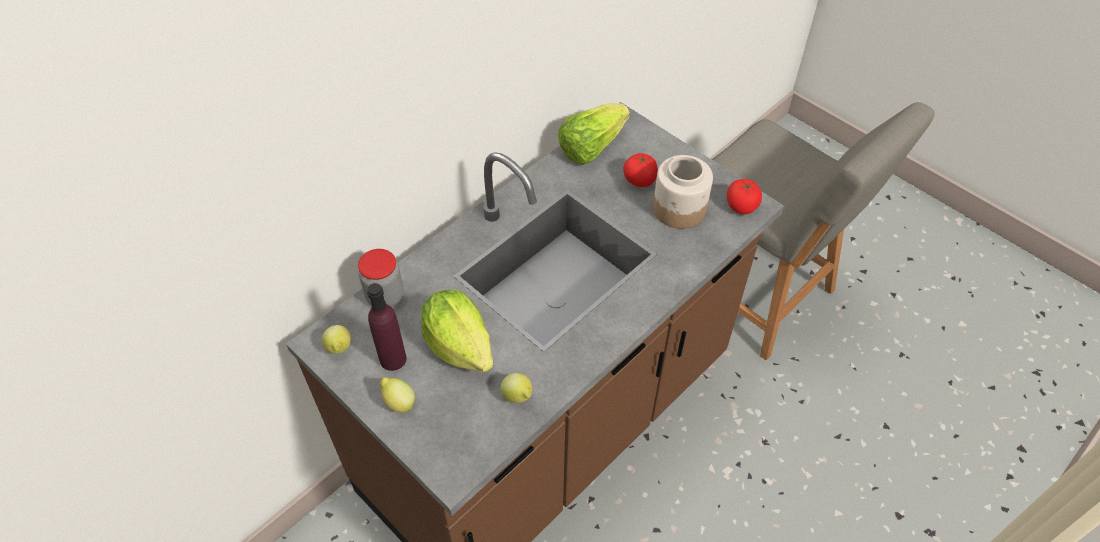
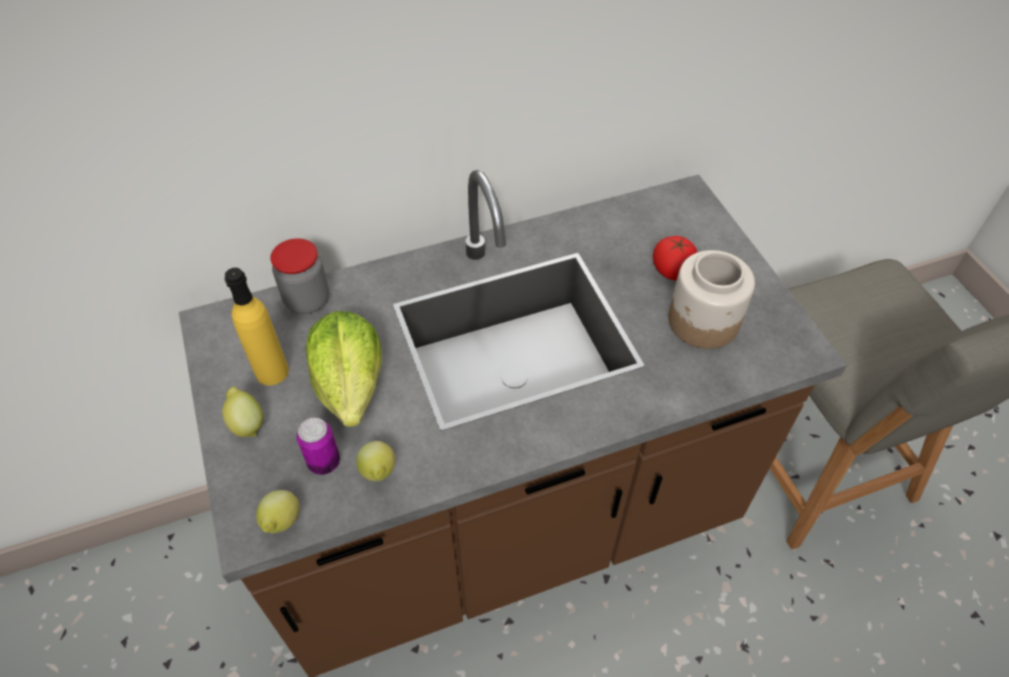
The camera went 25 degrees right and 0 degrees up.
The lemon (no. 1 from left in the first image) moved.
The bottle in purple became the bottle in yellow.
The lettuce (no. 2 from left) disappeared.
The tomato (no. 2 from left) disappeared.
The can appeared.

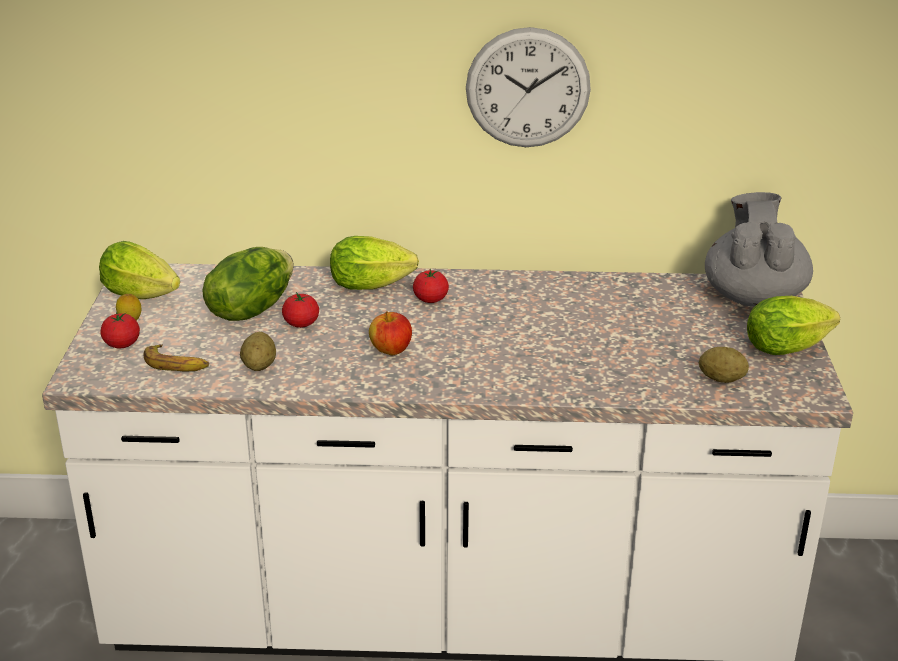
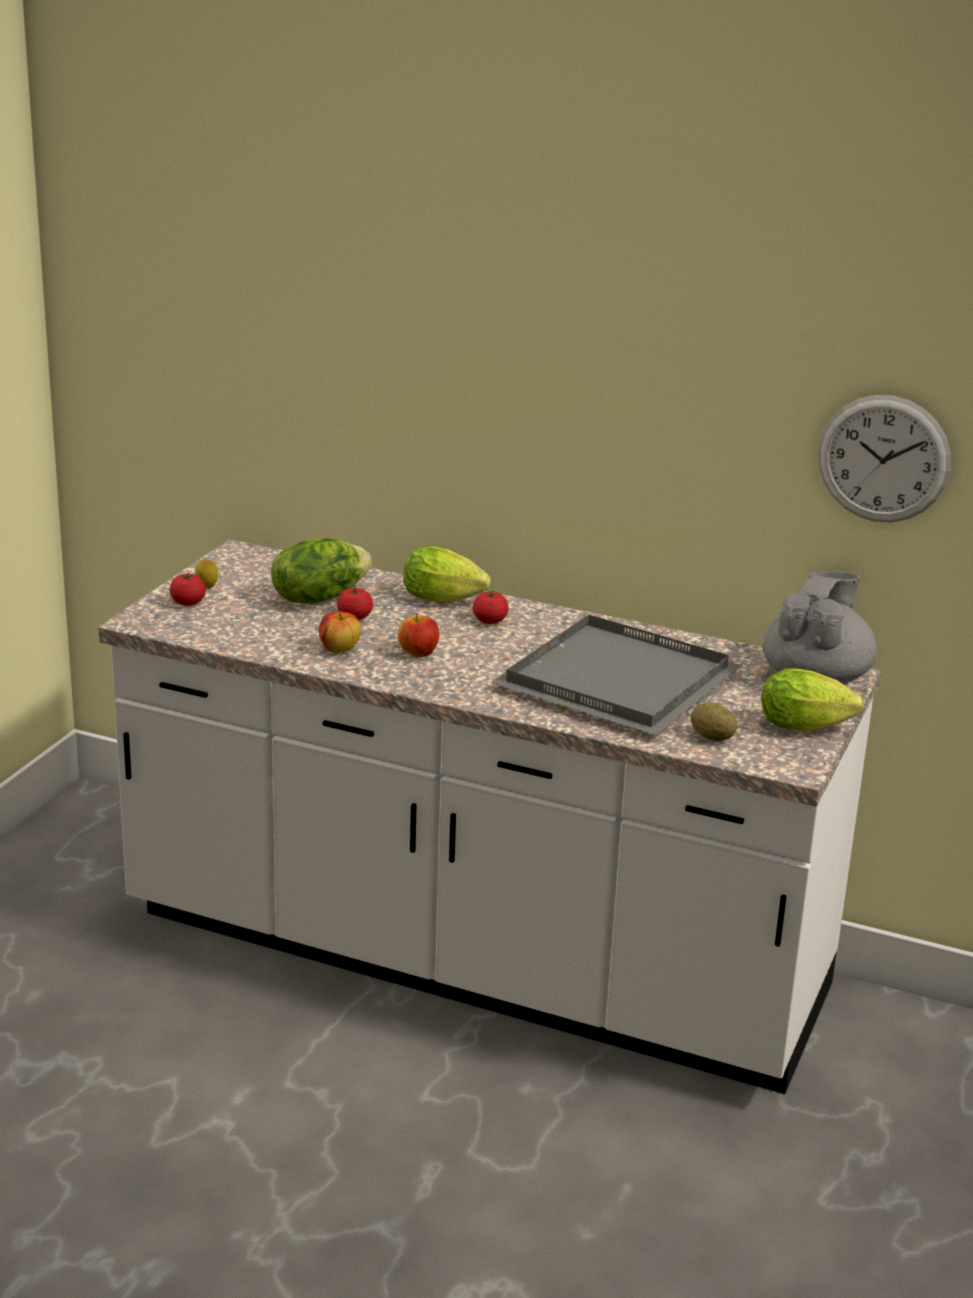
The camera went 20 degrees right and 5 degrees down.
The lettuce (no. 1 from left) disappeared.
The banana disappeared.
The potato (no. 1 from left) disappeared.
The wall clock moved.
The apple (no. 1 from left) appeared.
The tray in grey appeared.

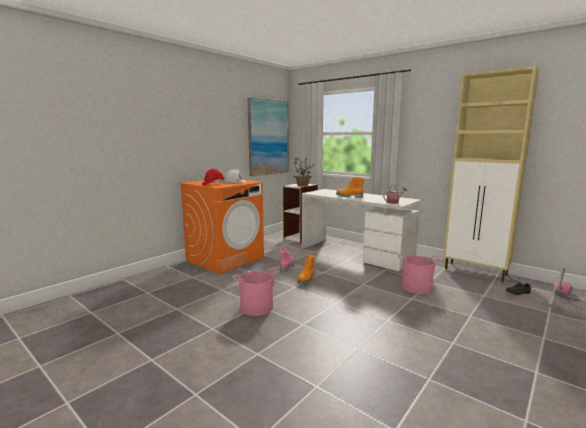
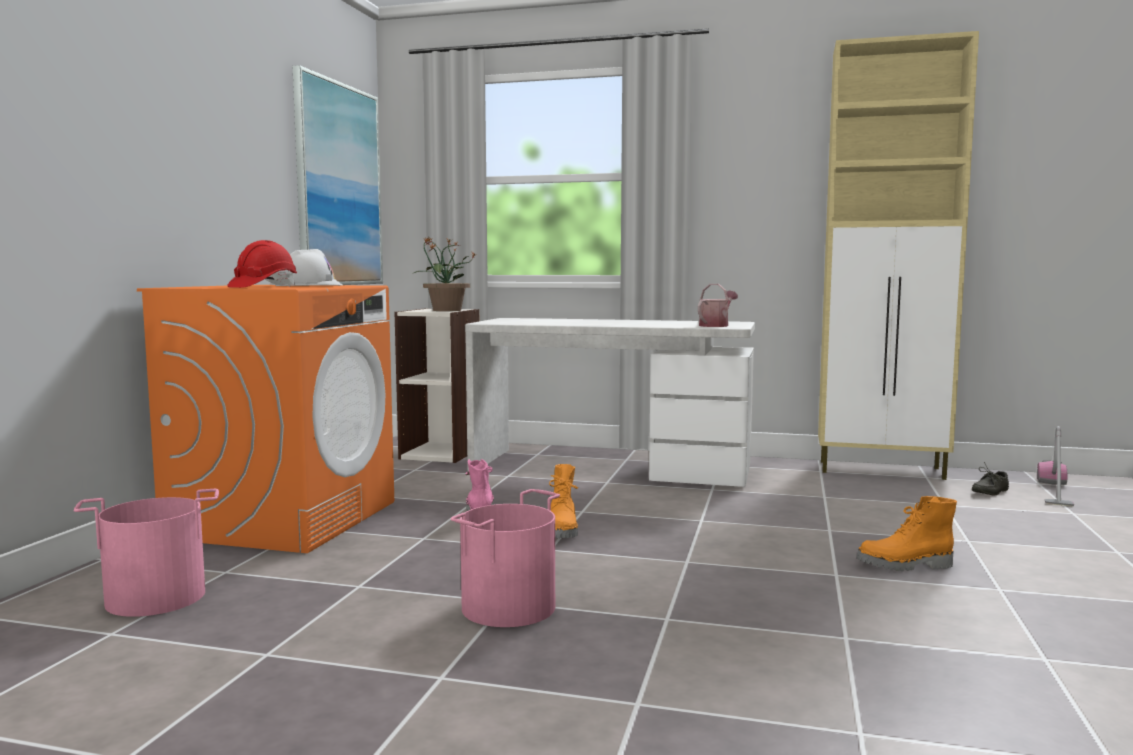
The camera went 25 degrees left and 5 degrees down.
The boot in orange (no. 2 from left) moved.
The bucket in pink (no. 2 from left in the first image) moved.

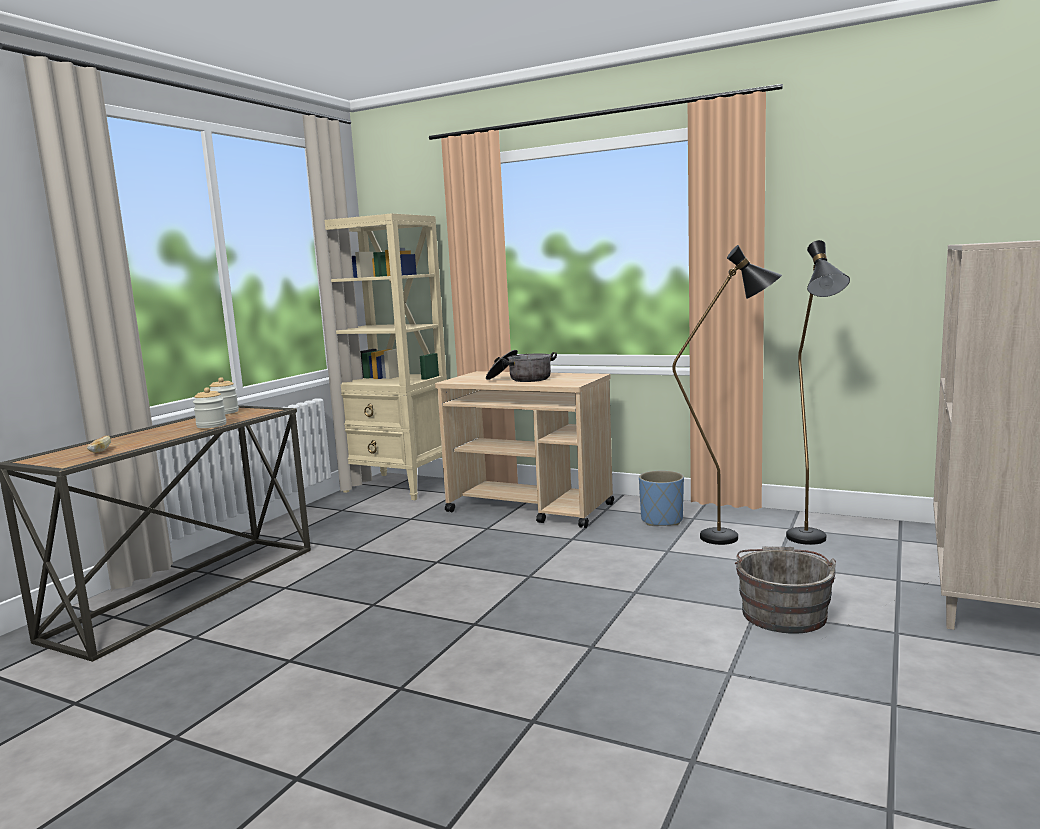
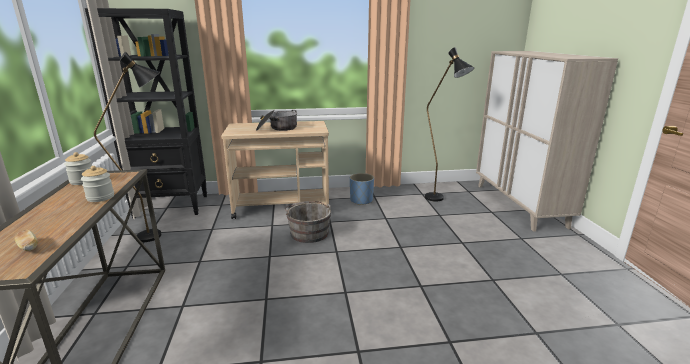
The camera went 35 degrees left and 10 degrees up.
The bookcase in beige became the bookcase in black.
The floor lamp in black (no. 1 from left) moved.
The bucket in grey moved.

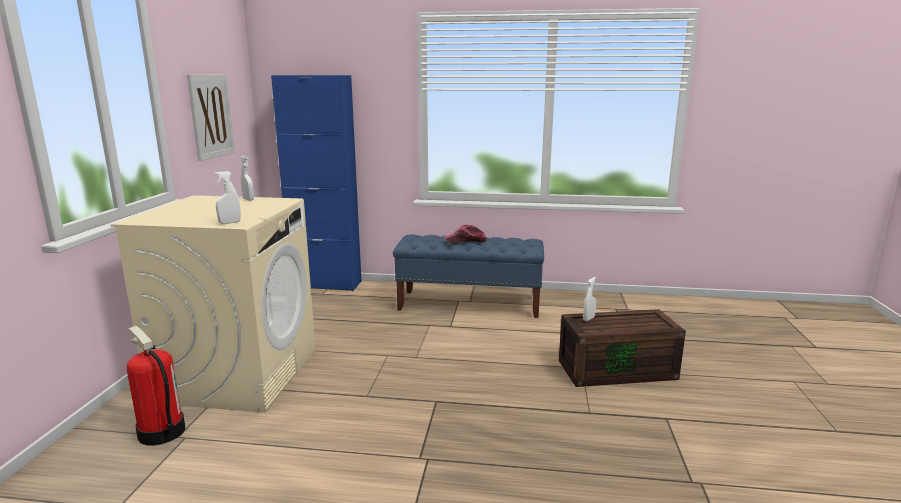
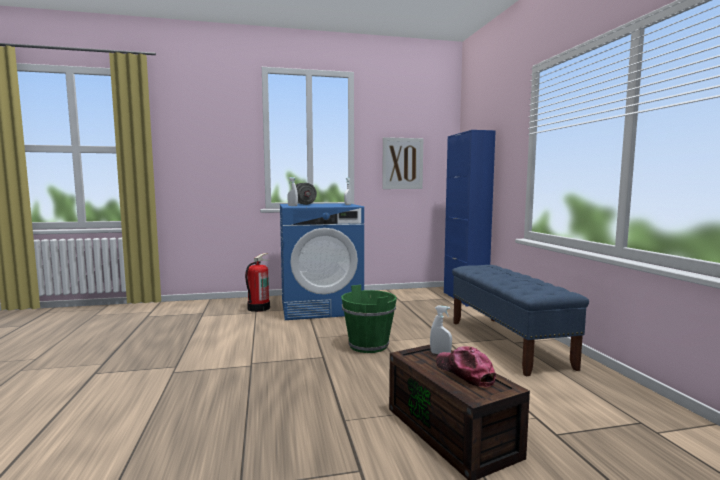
The camera went 70 degrees right and 10 degrees down.
The washing machine in beige became the washing machine in blue.
The cap moved.
The dumbbell in grey appeared.
The bucket in green appeared.

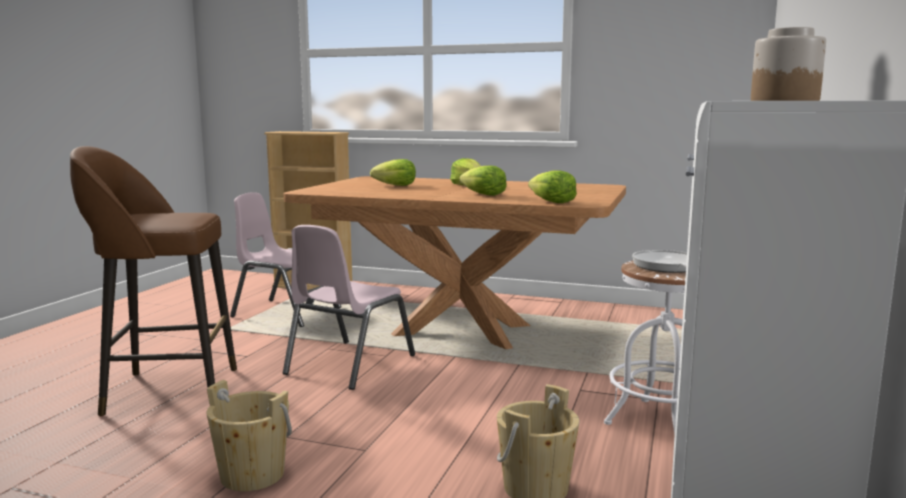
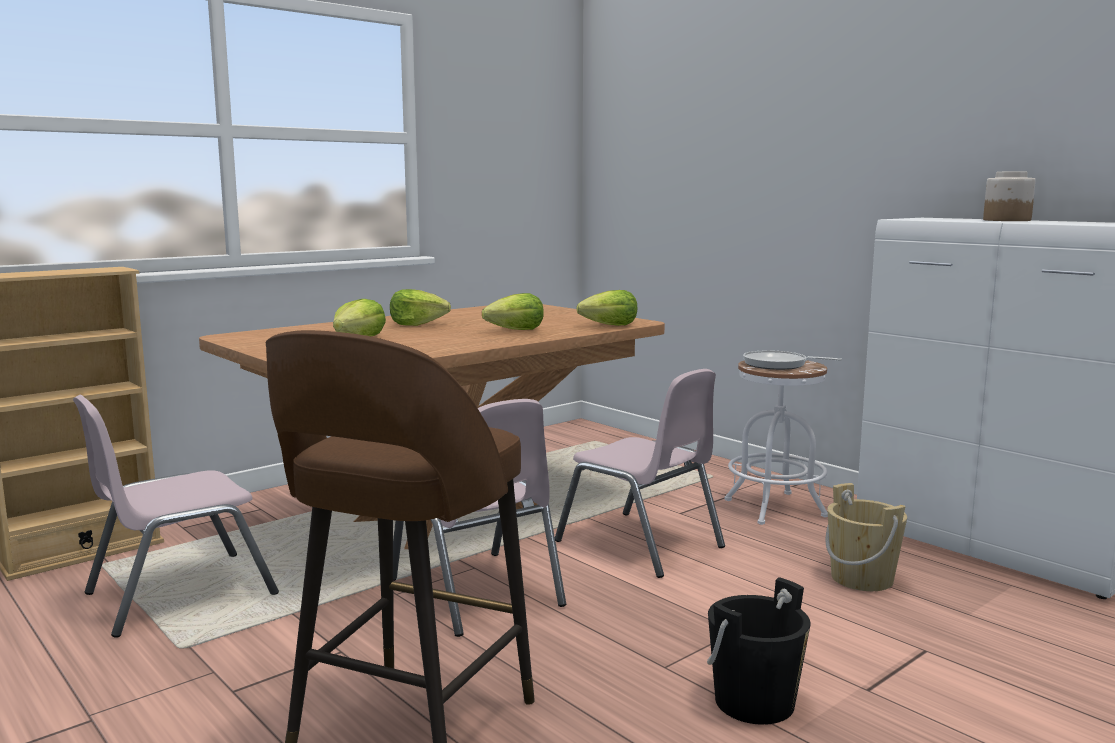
The camera went 60 degrees left and 0 degrees up.
The bucket in beige (no. 1 from left) became the bucket in black.
The chair in pink (no. 3 from left) appeared.

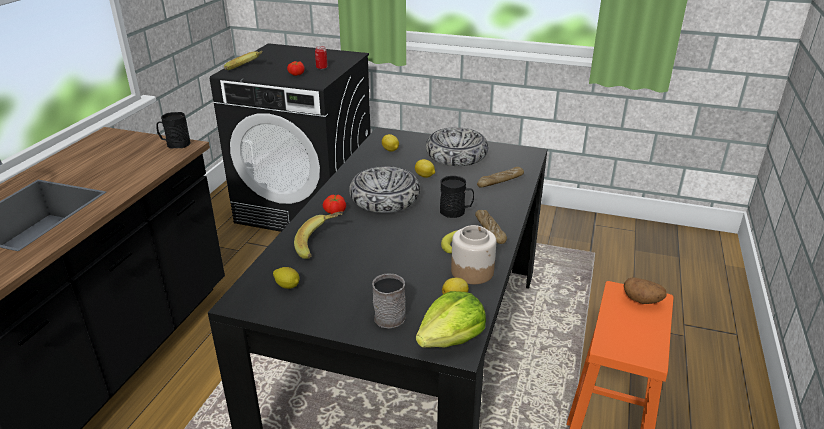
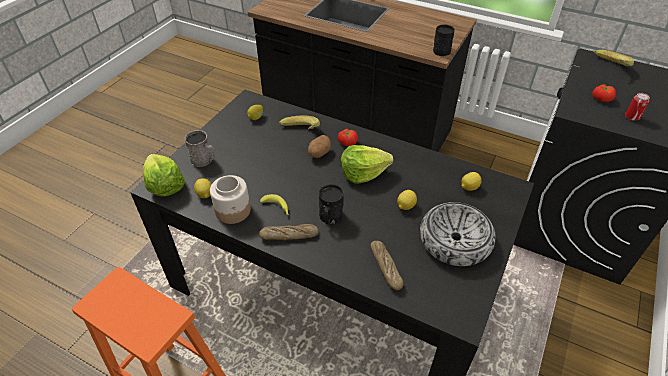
The camera went 100 degrees right and 15 degrees up.
The bowl (no. 1 from left) was replaced by the lettuce (no. 2 from left).
The potato moved.

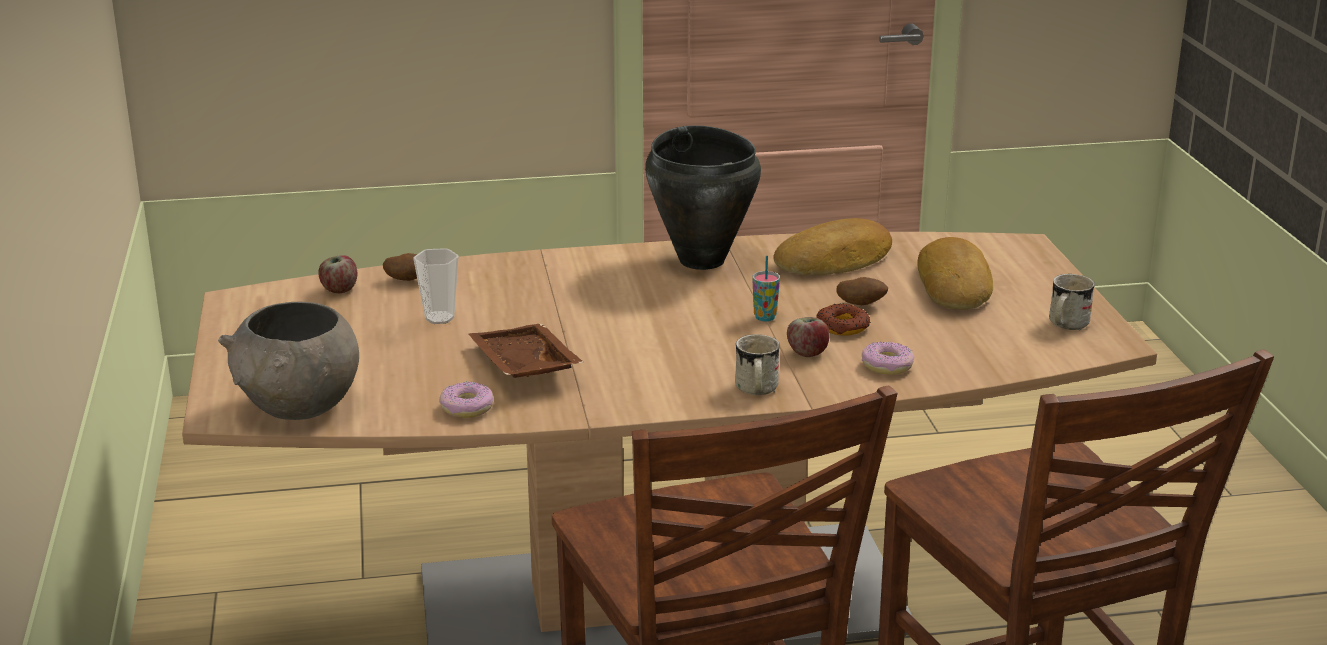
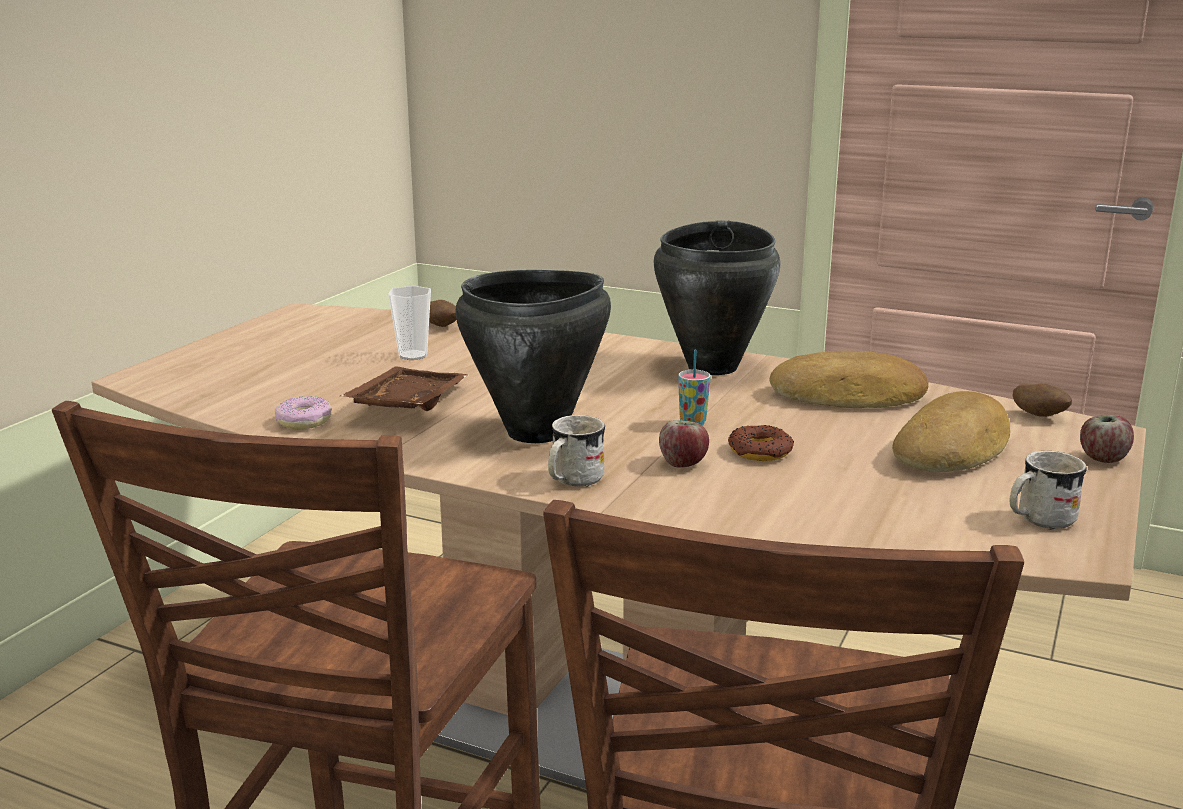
The camera went 35 degrees right and 5 degrees down.
The bowl in grey disappeared.
The apple (no. 1 from left in the first image) moved.
The potato (no. 2 from left) moved.
The donut (no. 3 from left) disappeared.
The cooking pot in black (no. 1 from left) appeared.

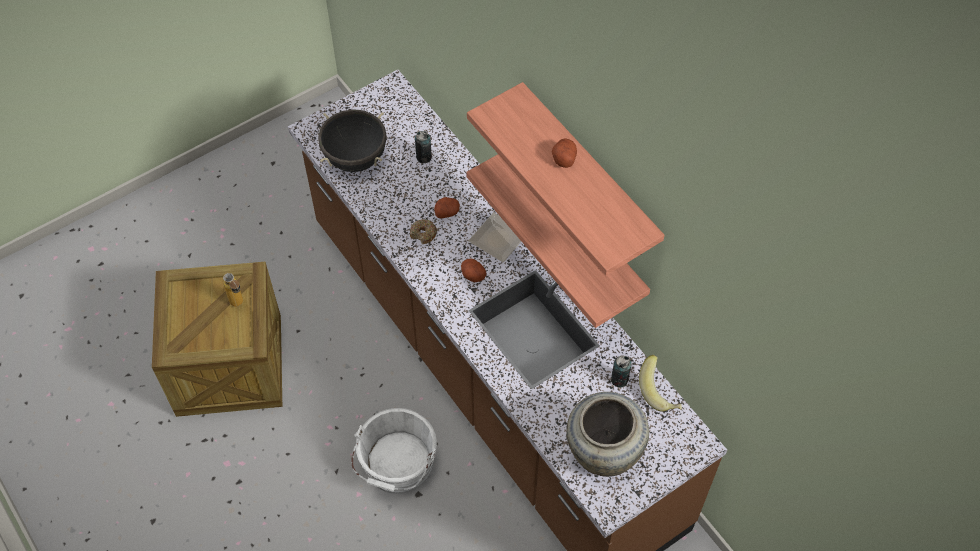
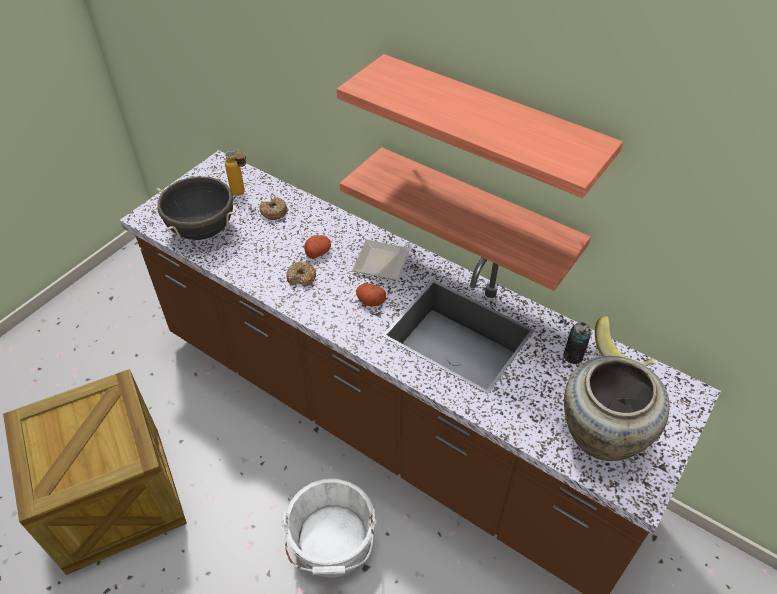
The camera went 20 degrees left and 10 degrees down.
The bottle moved.
The can (no. 1 from left) was replaced by the donut (no. 1 from left).
The potato (no. 3 from left) disappeared.

